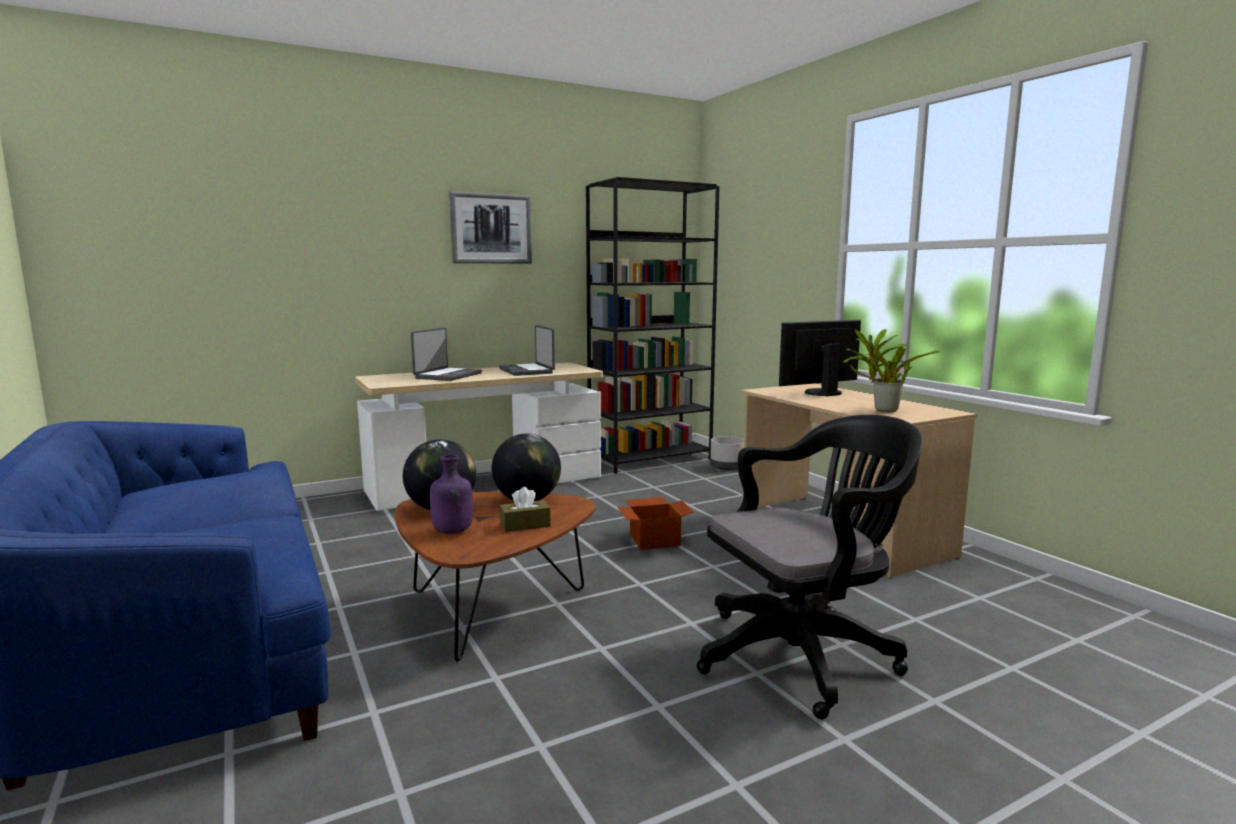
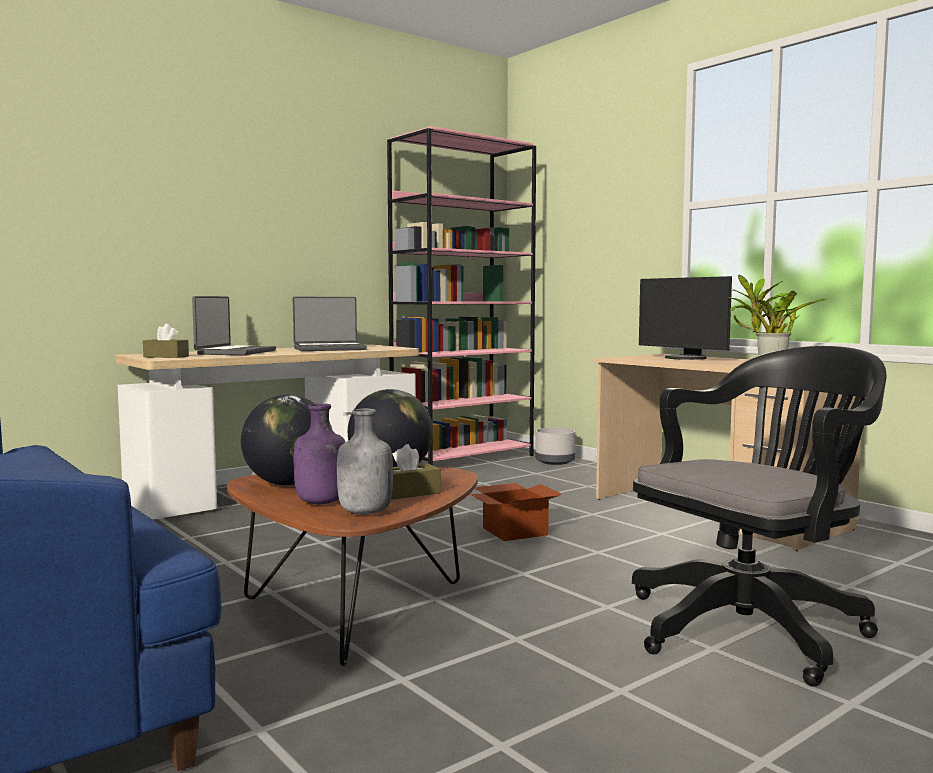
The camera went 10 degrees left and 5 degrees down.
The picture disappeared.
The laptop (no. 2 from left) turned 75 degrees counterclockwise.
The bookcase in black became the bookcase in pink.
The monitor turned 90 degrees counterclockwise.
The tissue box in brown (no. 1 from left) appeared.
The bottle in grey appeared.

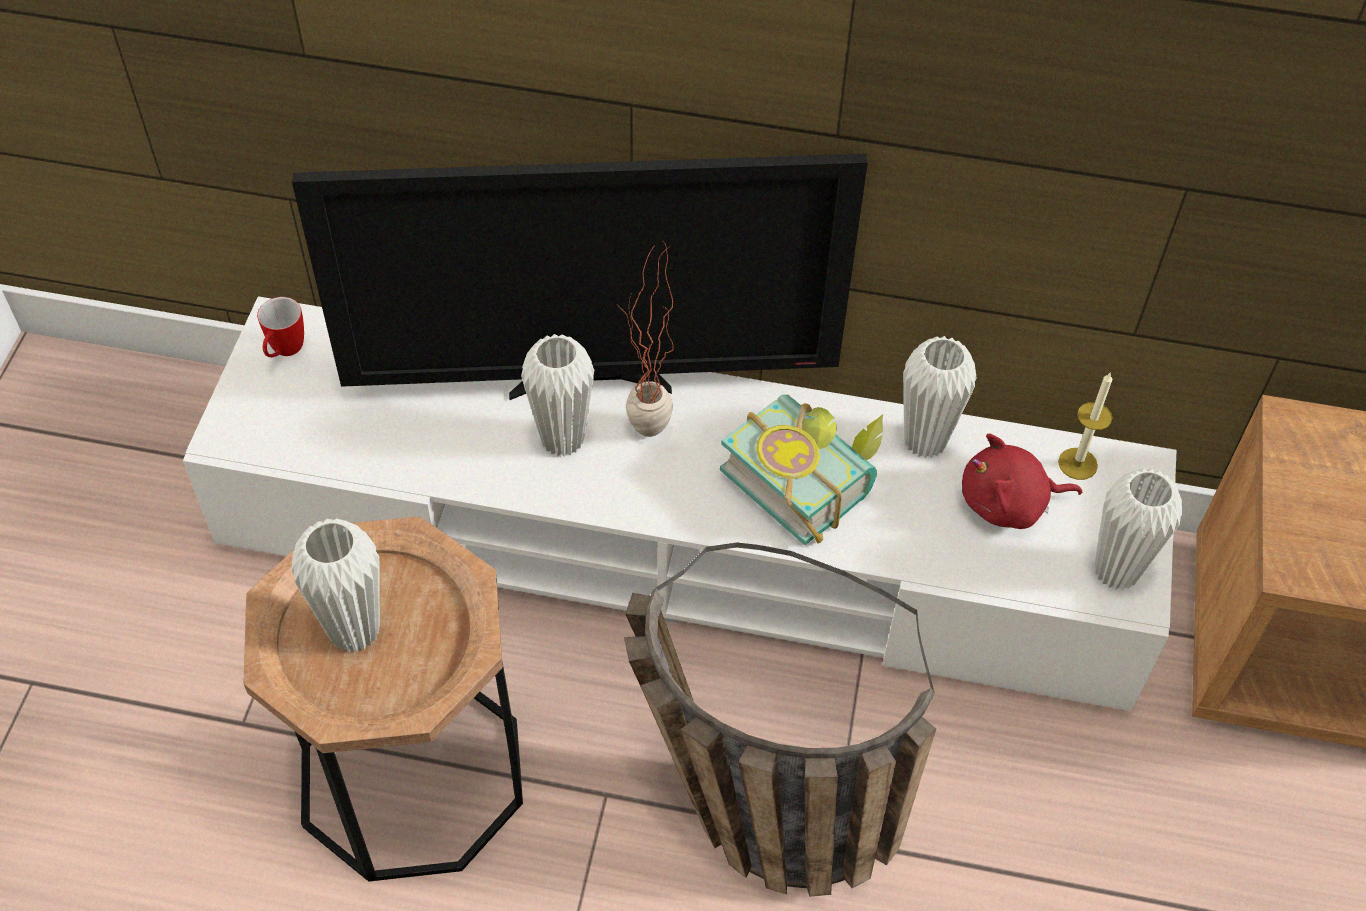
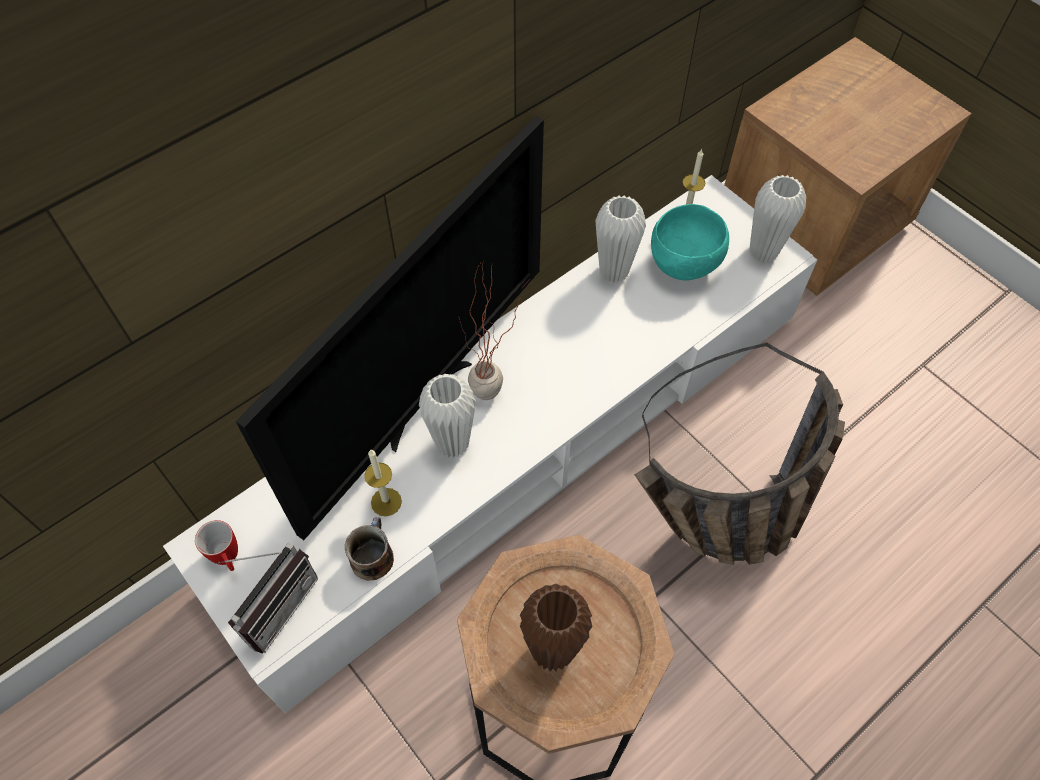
The camera went 50 degrees left and 5 degrees up.
The vase in white (no. 1 from left) became the vase in brown.
The book disappeared.
The plush toy in red was replaced by the bowl in turquoise.
The radio appeared.
The mug (no. 2 from left) appeared.
The candle (no. 1 from left) appeared.

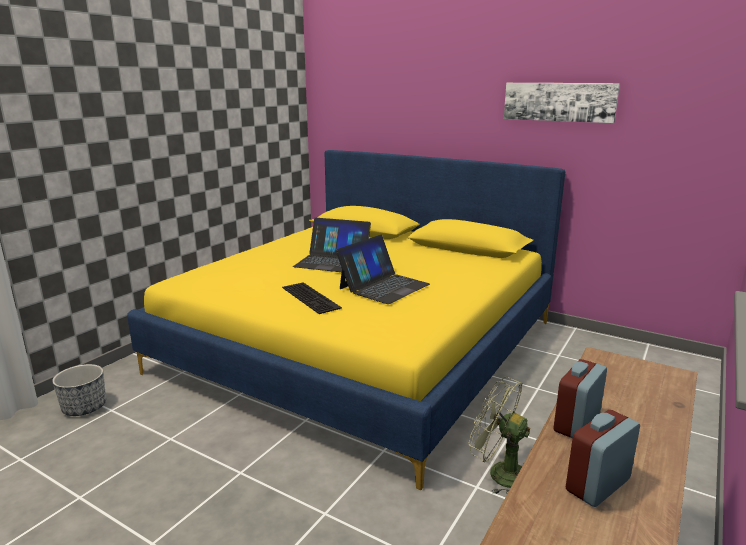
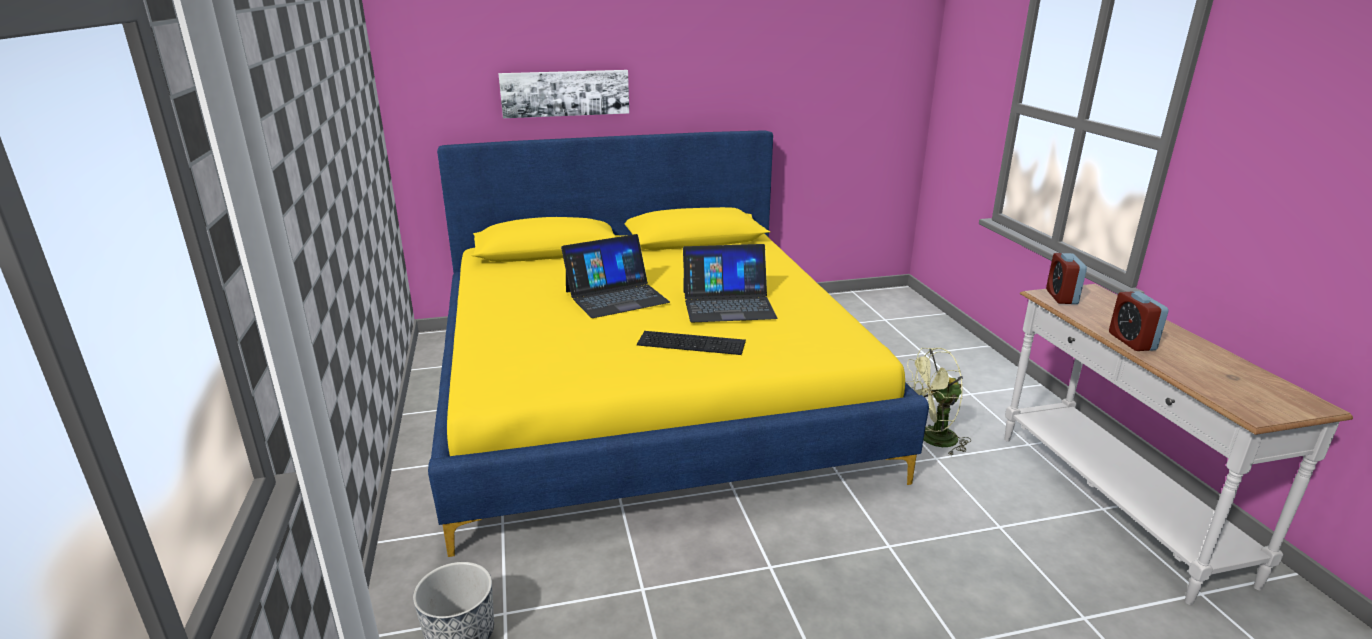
The camera went 45 degrees left and 5 degrees up.
The laptop (no. 2 from left) turned 90 degrees clockwise.
The picture moved.
The alarm clock (no. 2 from left in the first image) moved.

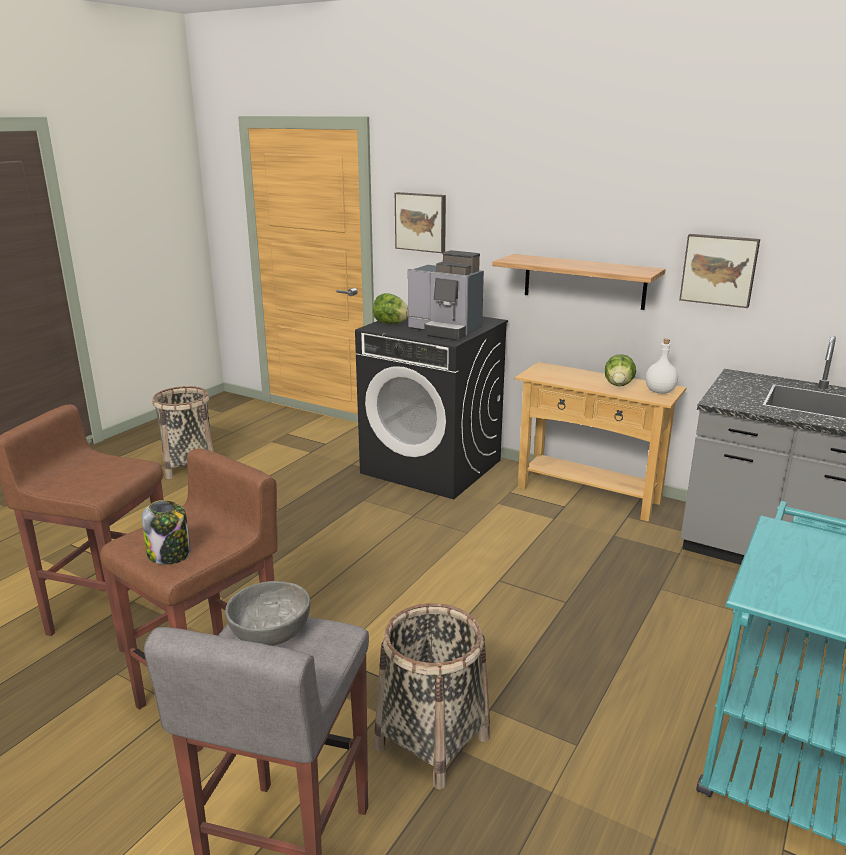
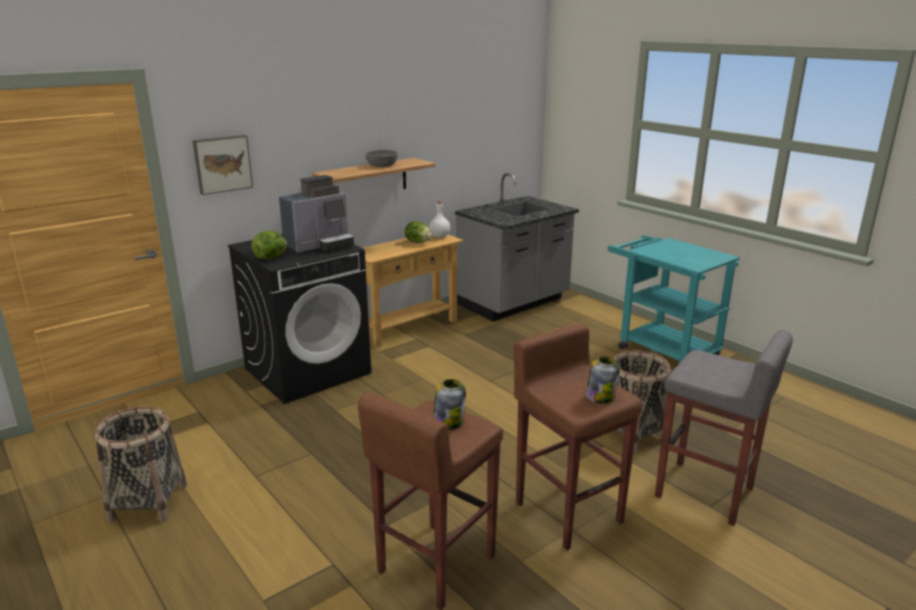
The camera went 70 degrees left and 0 degrees up.
The bowl in grey moved.
The picture (no. 2 from left) disappeared.
The jar (no. 1 from left) appeared.

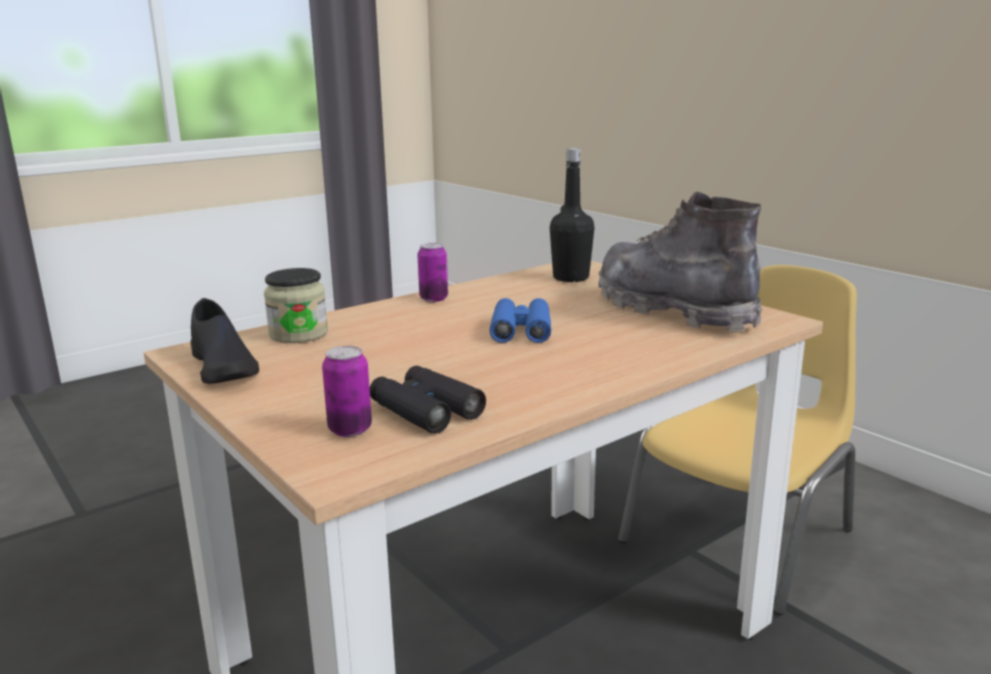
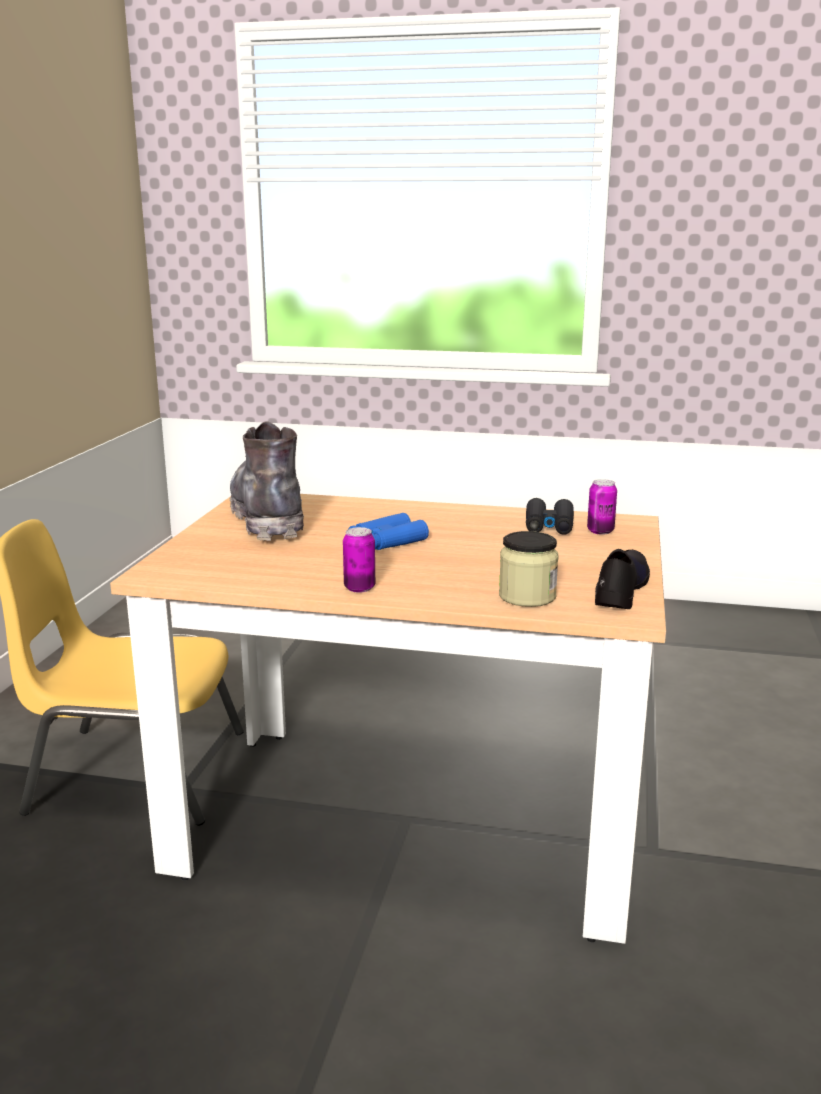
The camera went 130 degrees left and 0 degrees up.
The bottle in black disappeared.
The boot in grey turned 150 degrees clockwise.

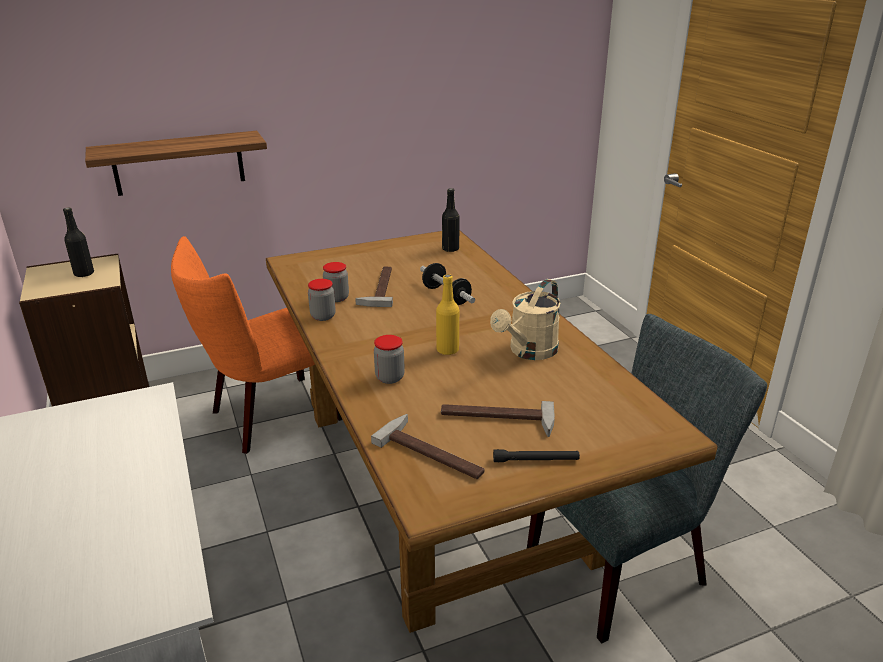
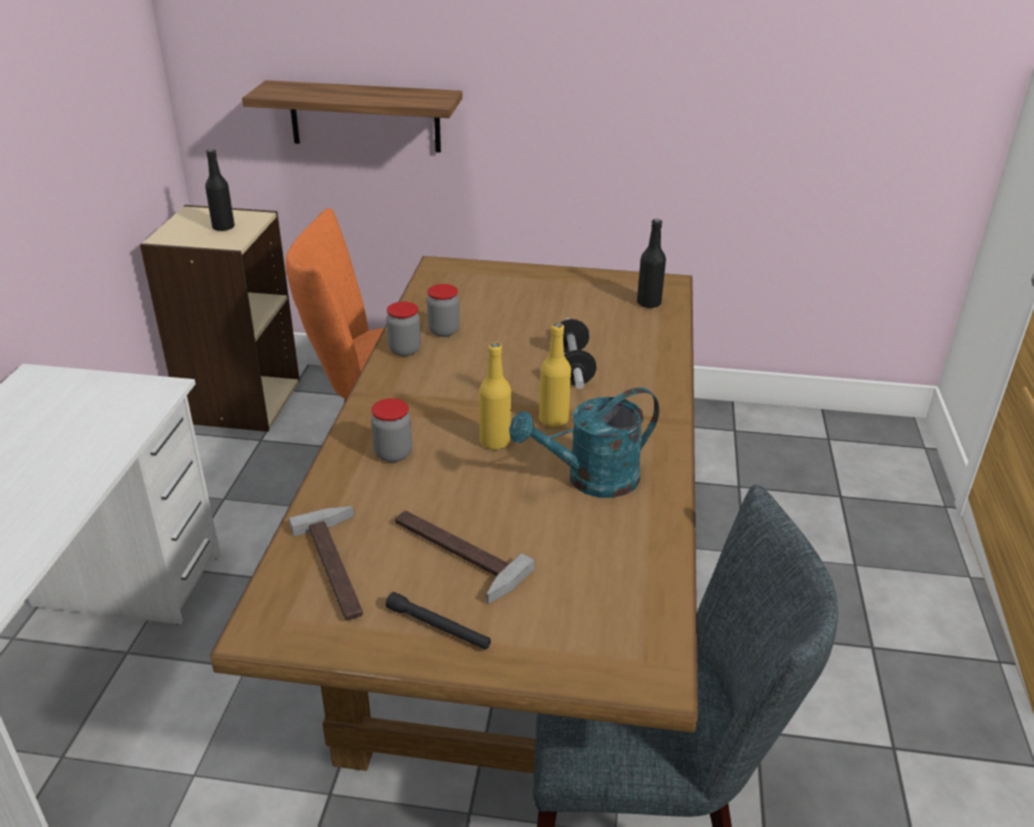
The camera went 30 degrees right and 5 degrees up.
The hammer (no. 1 from left) disappeared.
The watering can in beige became the watering can in turquoise.
The bottle in yellow (no. 2 from left) appeared.

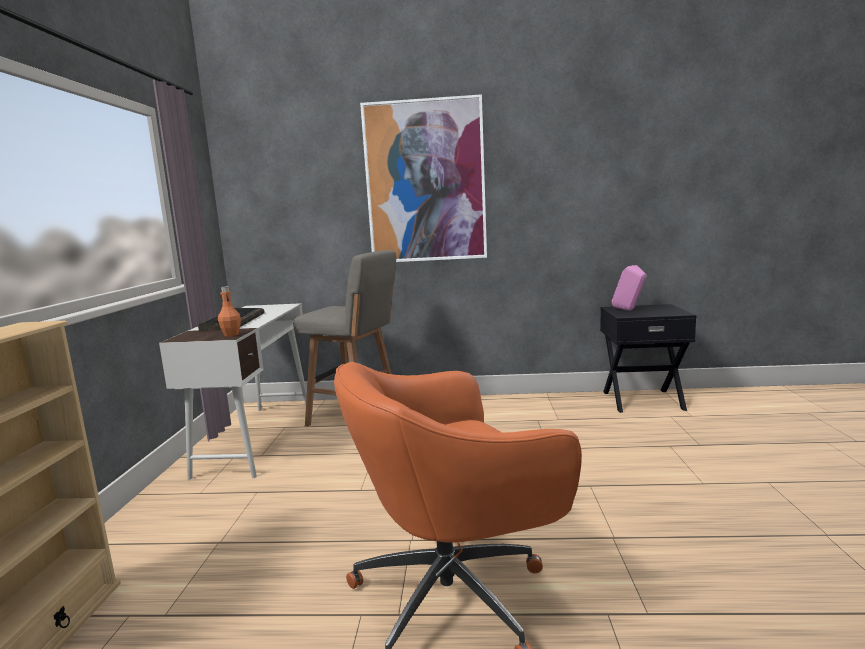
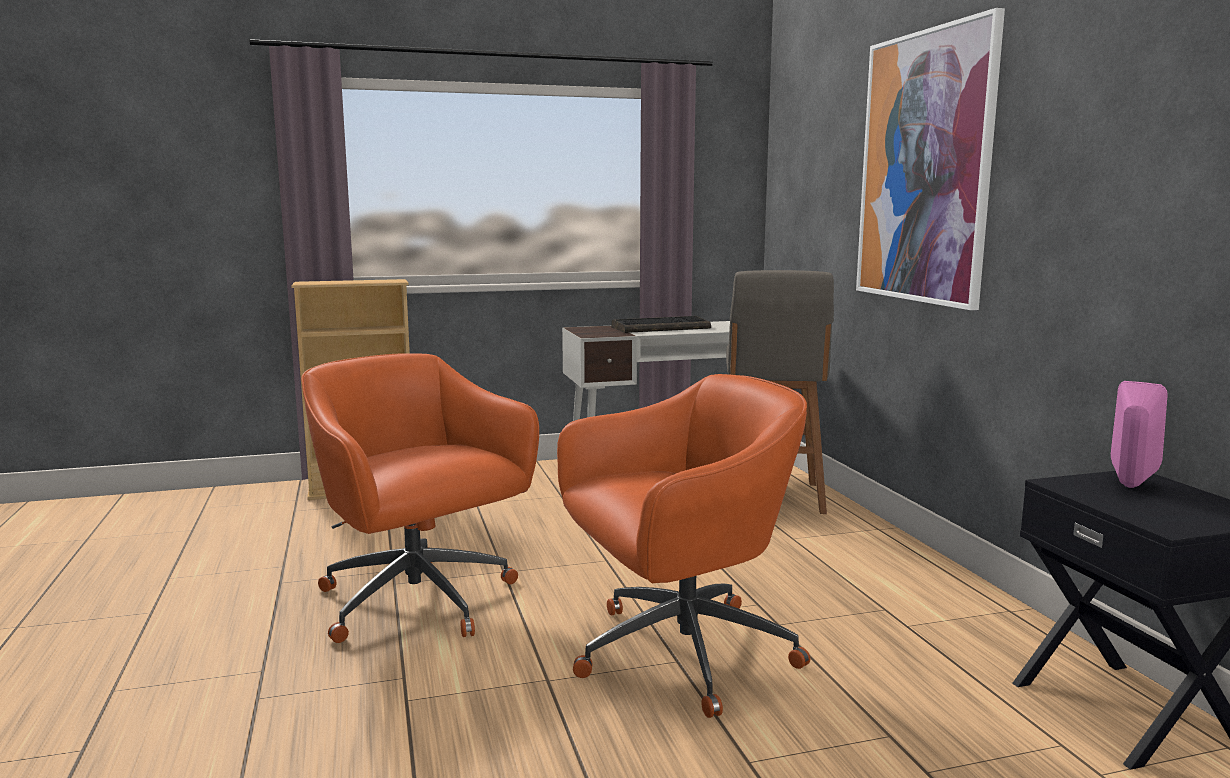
The camera went 70 degrees right and 0 degrees up.
The bottle in orange disappeared.
The office chair in orange (no. 2 from left) appeared.

